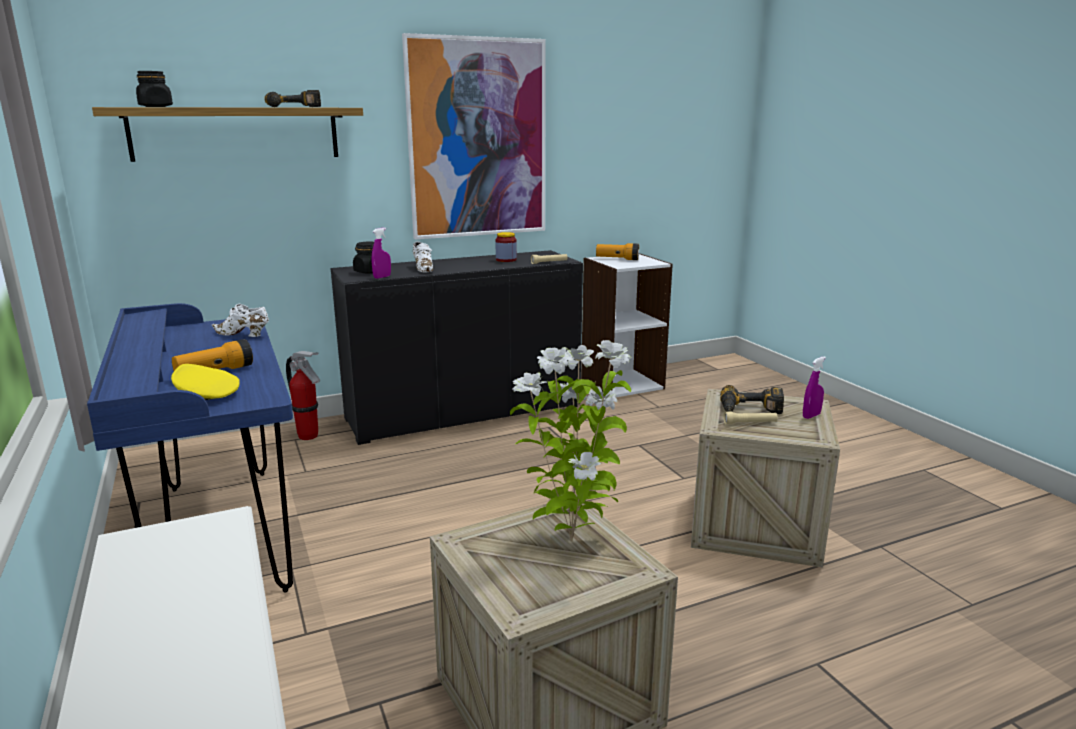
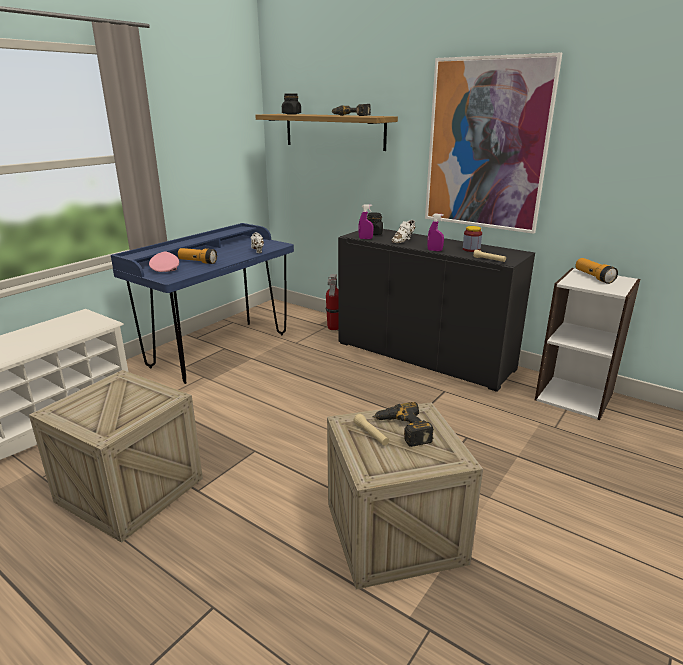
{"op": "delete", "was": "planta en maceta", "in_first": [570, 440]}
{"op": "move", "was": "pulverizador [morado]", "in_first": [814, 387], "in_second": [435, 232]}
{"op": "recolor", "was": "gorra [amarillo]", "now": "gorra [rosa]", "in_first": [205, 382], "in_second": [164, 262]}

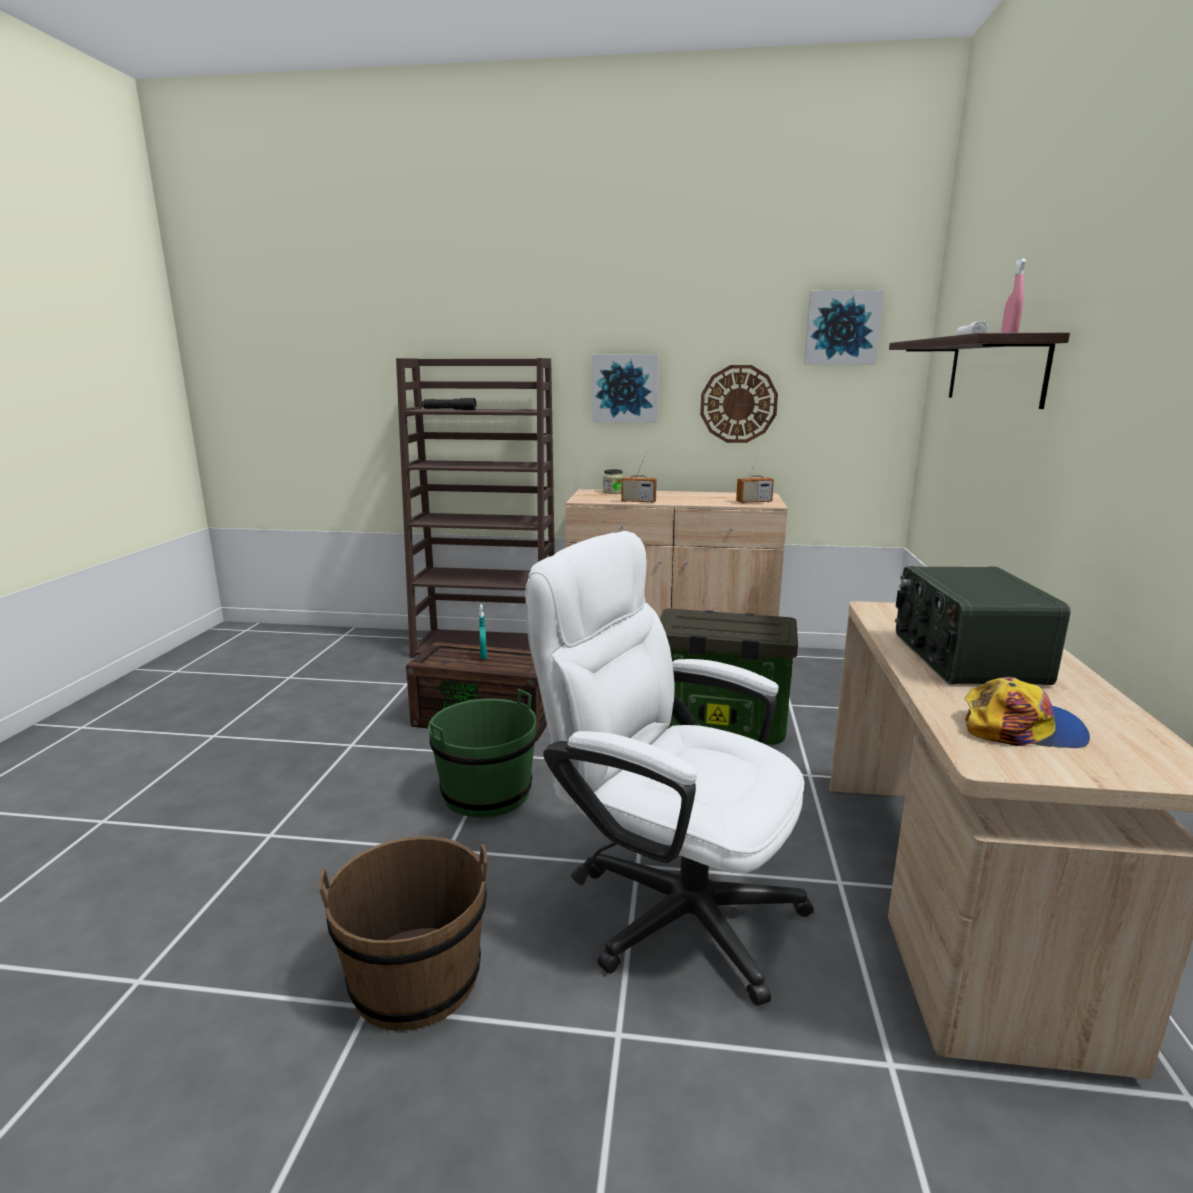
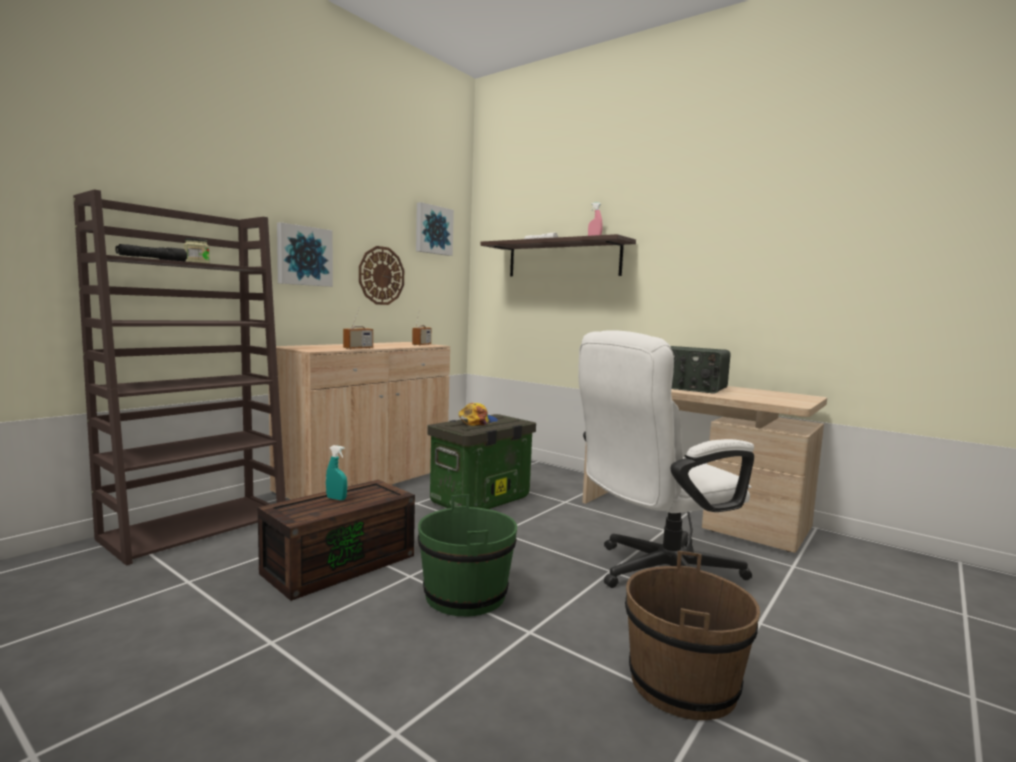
{"op": "move", "was": "tarro", "in_first": [613, 481], "in_second": [197, 251]}
{"op": "move", "was": "gorra", "in_first": [1027, 712], "in_second": [478, 414]}

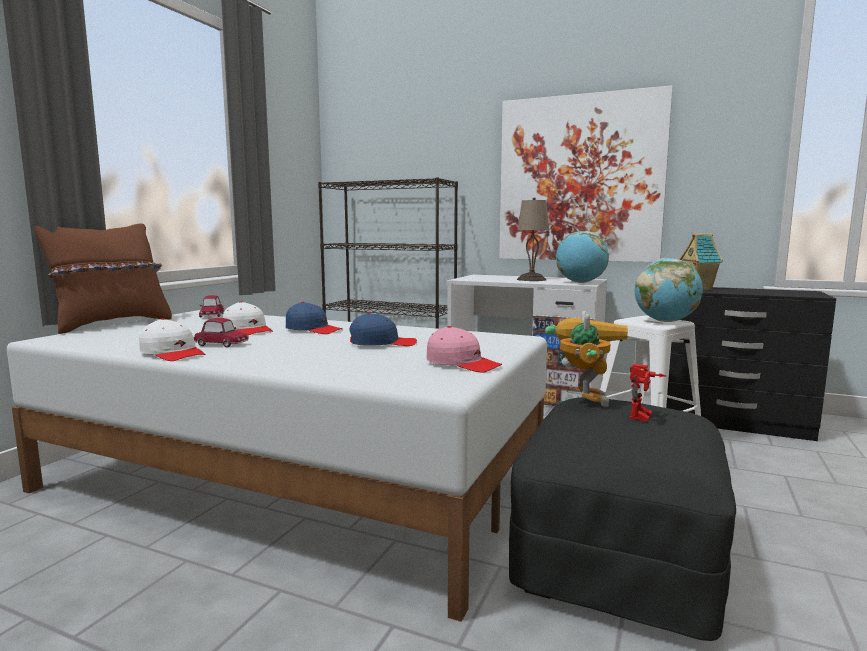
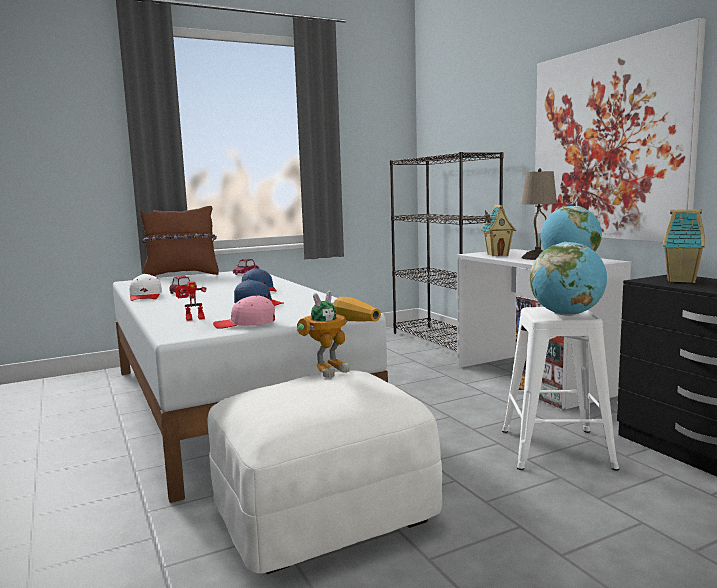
{"op": "delete", "was": "gorra [blanco]", "in_first": [248, 318]}
{"op": "rotate", "was": "gorra [rosa]", "in_first": [464, 349], "in_second": [244, 312], "clockwise": 105}
{"op": "move", "was": "robot de juguete", "in_first": [647, 393], "in_second": [191, 301]}
{"op": "recolor", "was": "puf [negro]", "now": "puf [blanco]", "in_first": [622, 519], "in_second": [324, 472]}
{"op": "insert", "now": "casita", "in_second": [498, 230]}

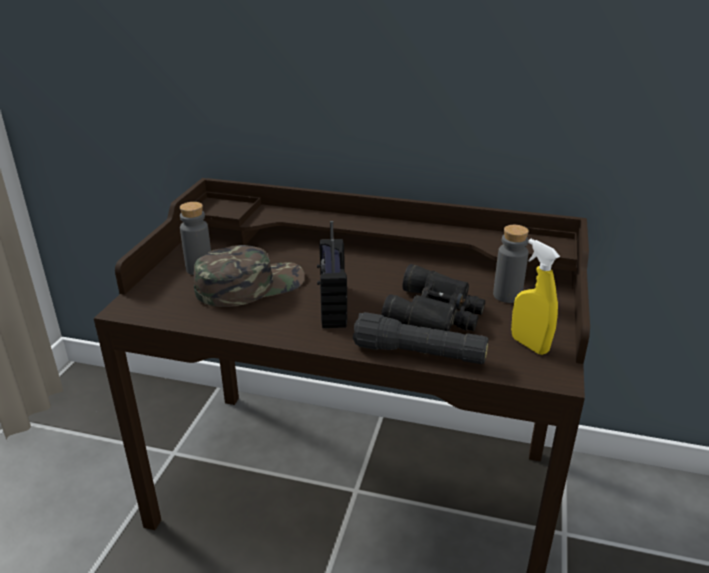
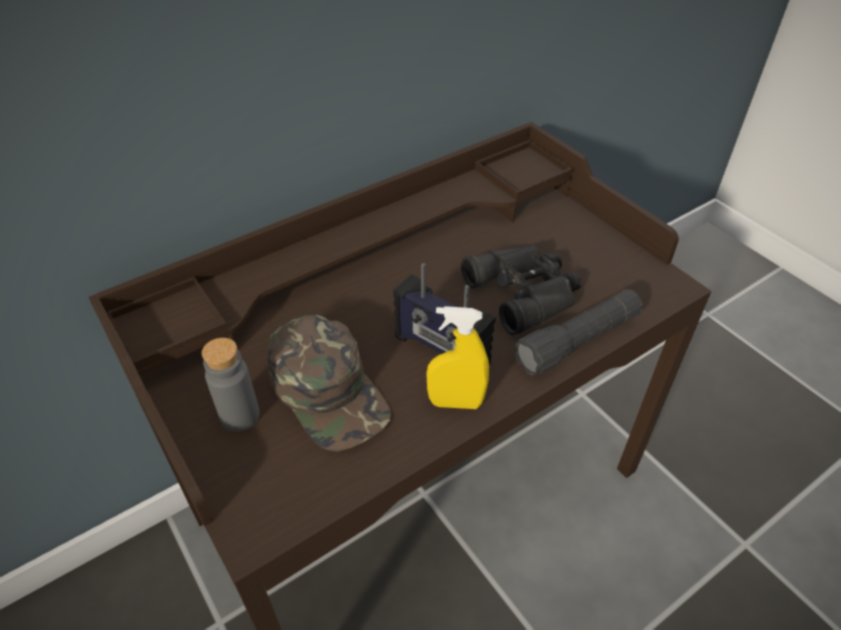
{"op": "delete", "was": "botella [gris]", "in_first": [511, 264]}
{"op": "move", "was": "pulverizador [amarillo]", "in_first": [535, 297], "in_second": [457, 357]}
{"op": "rotate", "was": "gorra [verde]", "in_first": [249, 276], "in_second": [329, 383], "clockwise": 135}

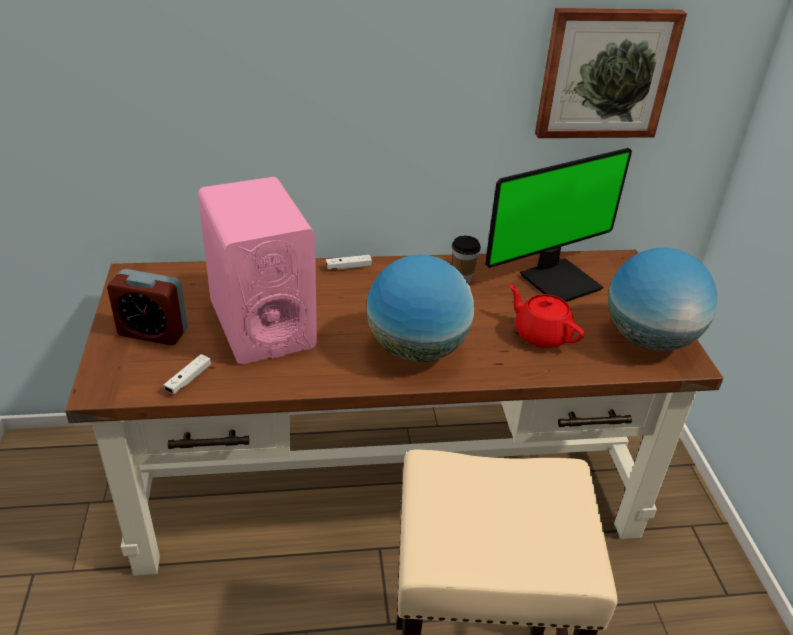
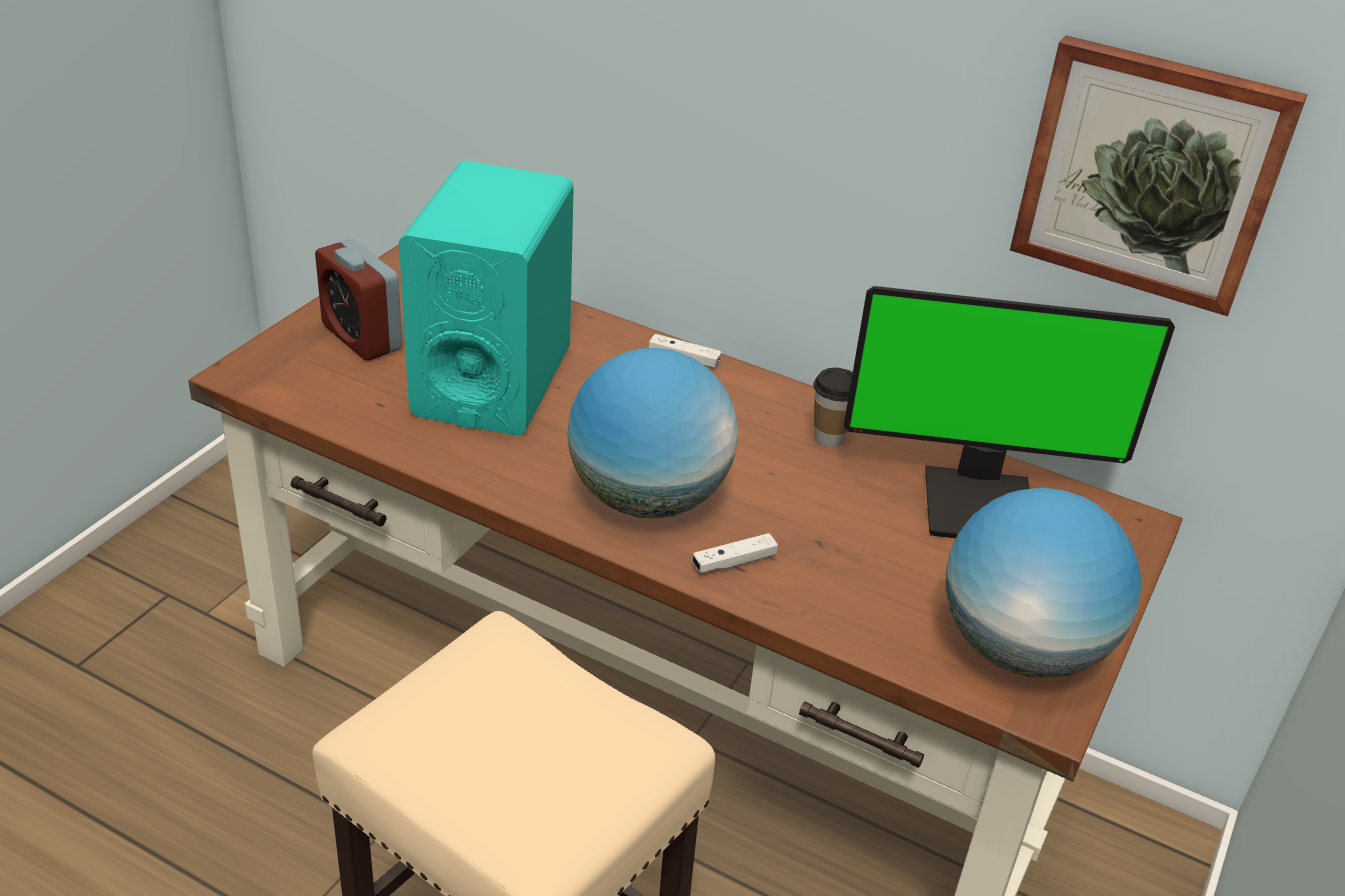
{"op": "recolor", "was": "altavoz [rosa]", "now": "altavoz [turquesa]", "in_first": [257, 270], "in_second": [486, 298]}
{"op": "delete", "was": "tetera [rojo]", "in_first": [546, 316]}
{"op": "move", "was": "mando de consola [blanco]", "in_first": [187, 374], "in_second": [735, 553]}

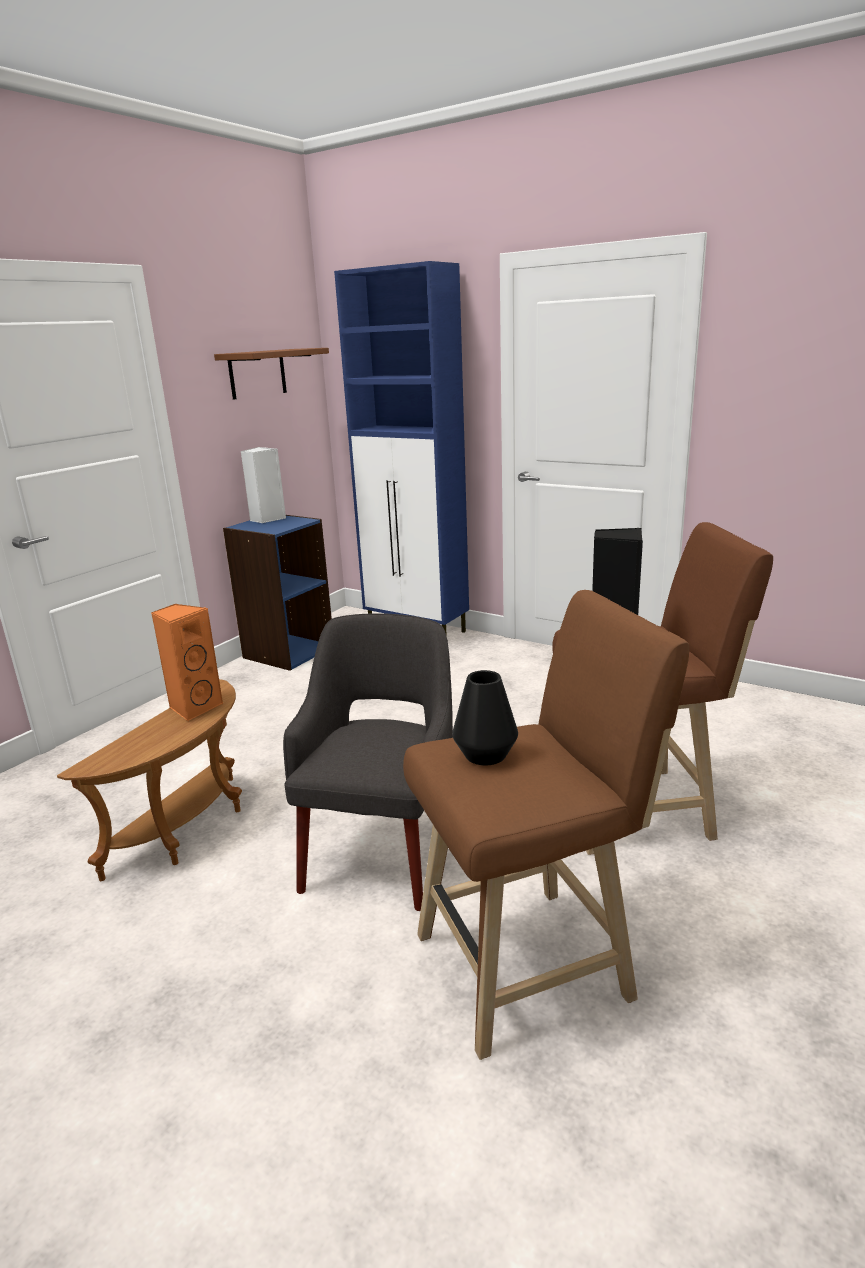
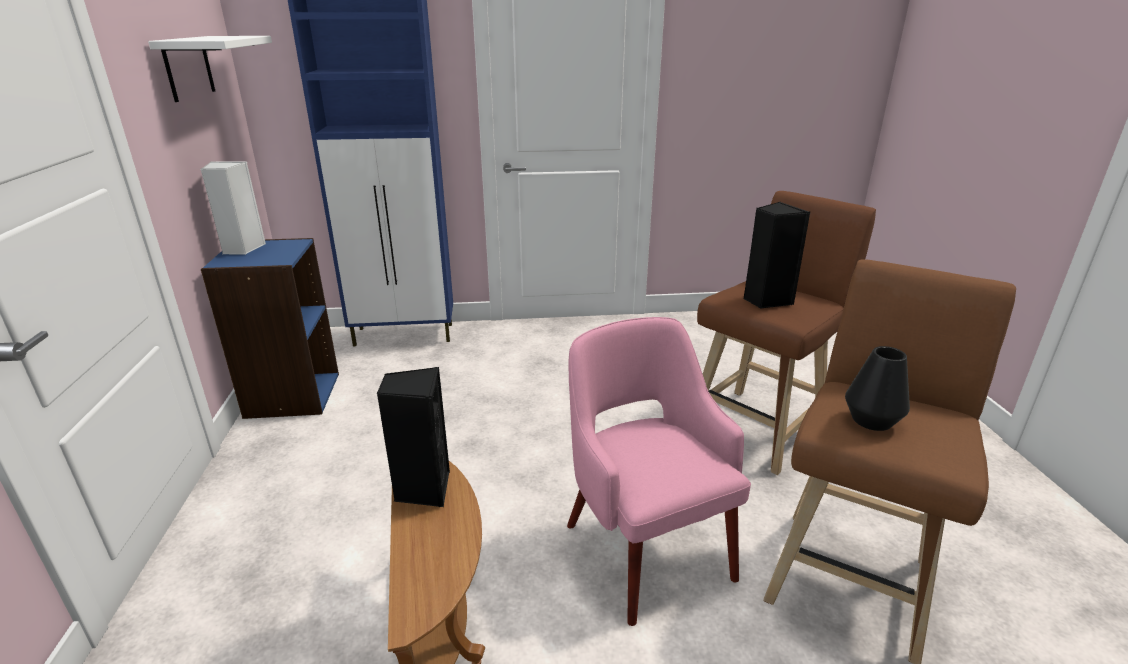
{"op": "recolor", "was": "estante [marrón]", "now": "estante [blanco]", "in_first": [271, 374], "in_second": [210, 69]}
{"op": "recolor", "was": "altavoz [naranja]", "now": "altavoz [negro]", "in_first": [187, 662], "in_second": [413, 437]}
{"op": "recolor", "was": "sillón [gris]", "now": "sillón [rosa]", "in_first": [368, 762], "in_second": [659, 471]}

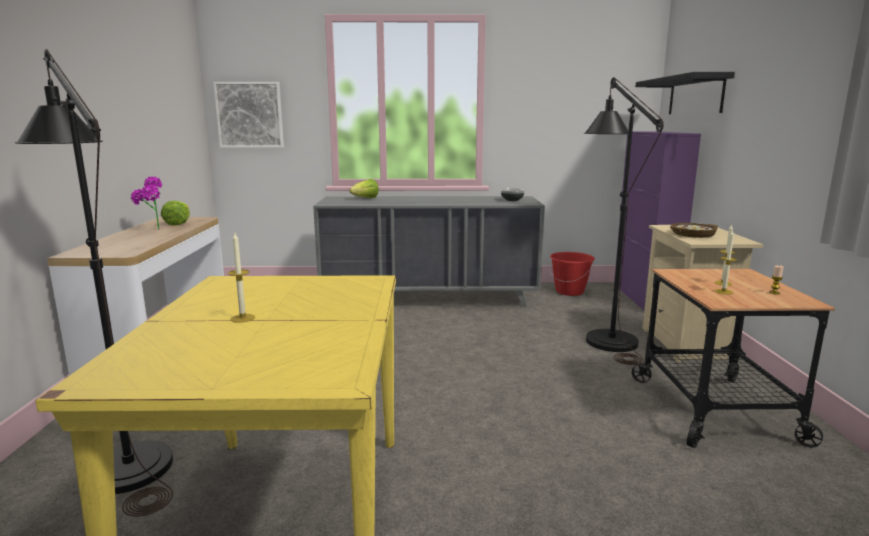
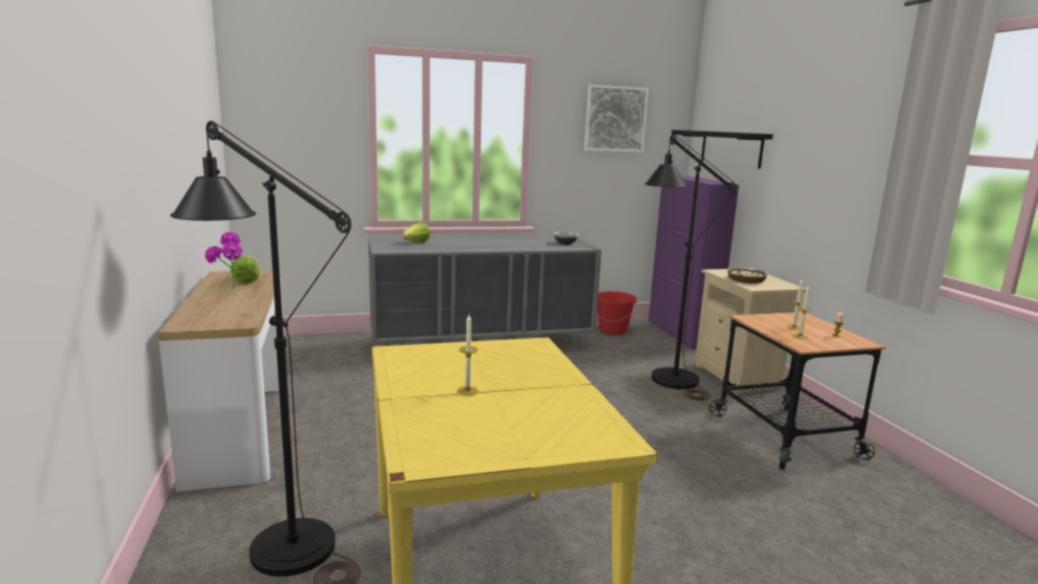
{"op": "move", "was": "cuadro", "in_first": [248, 115], "in_second": [616, 118]}

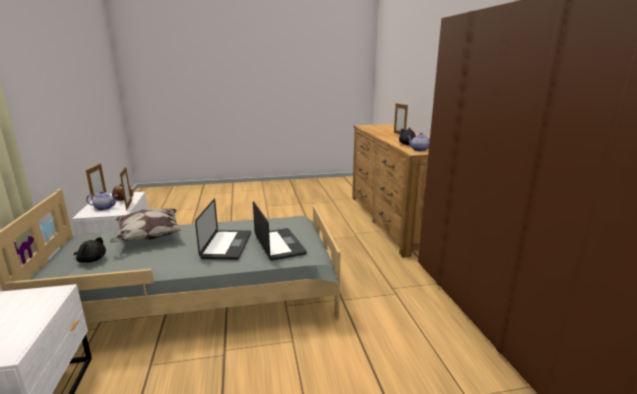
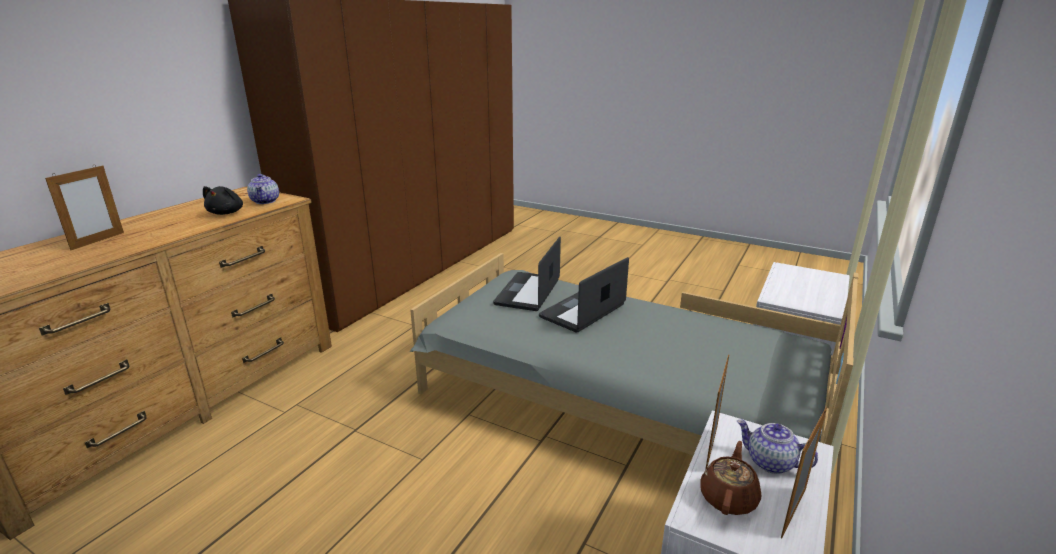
{"op": "delete", "was": "cojín", "in_first": [146, 225]}
{"op": "delete", "was": "peluche [negro]", "in_first": [90, 250]}

